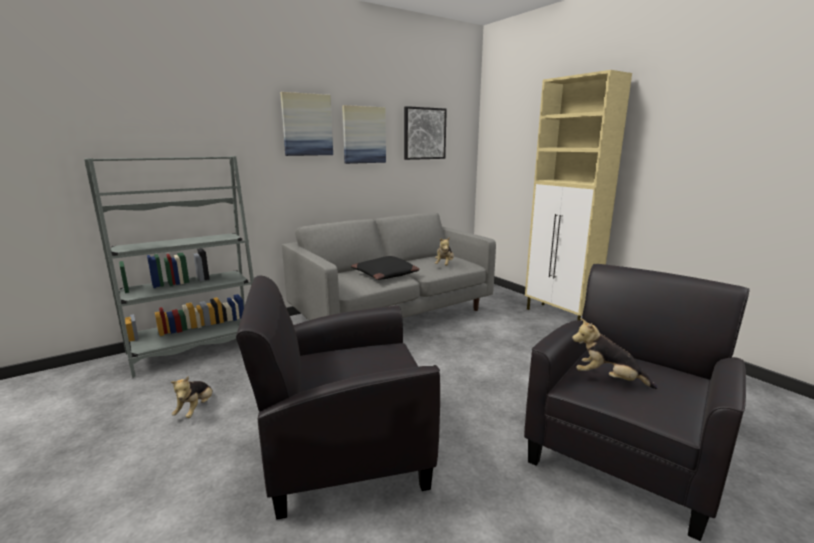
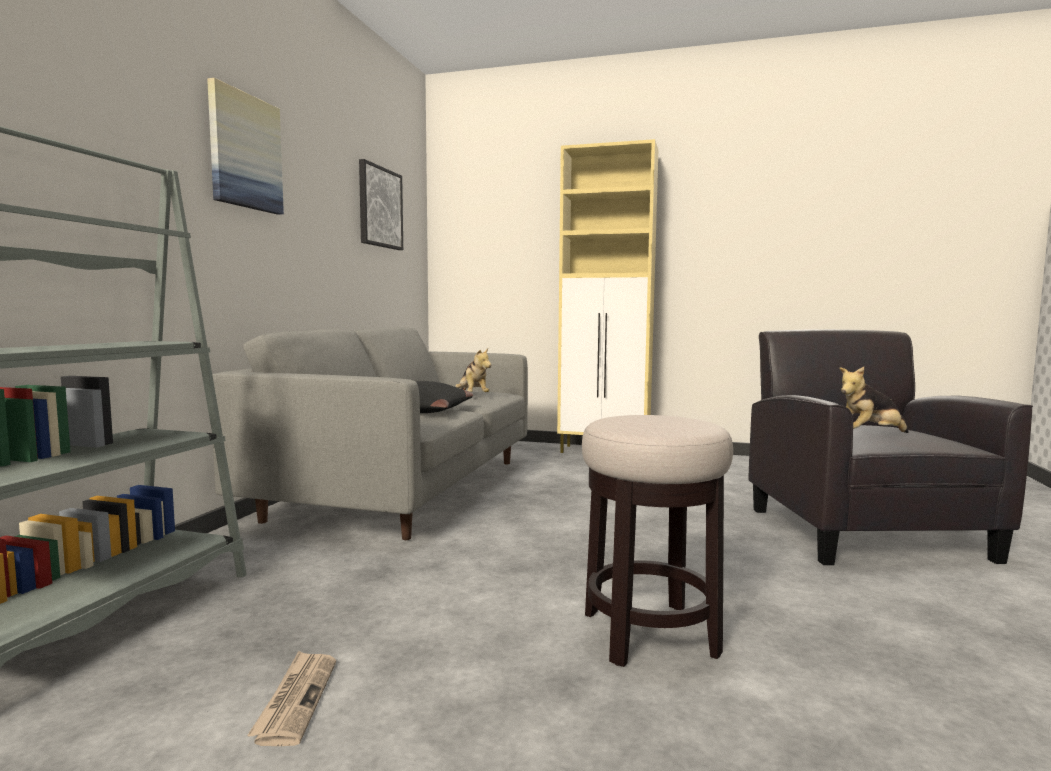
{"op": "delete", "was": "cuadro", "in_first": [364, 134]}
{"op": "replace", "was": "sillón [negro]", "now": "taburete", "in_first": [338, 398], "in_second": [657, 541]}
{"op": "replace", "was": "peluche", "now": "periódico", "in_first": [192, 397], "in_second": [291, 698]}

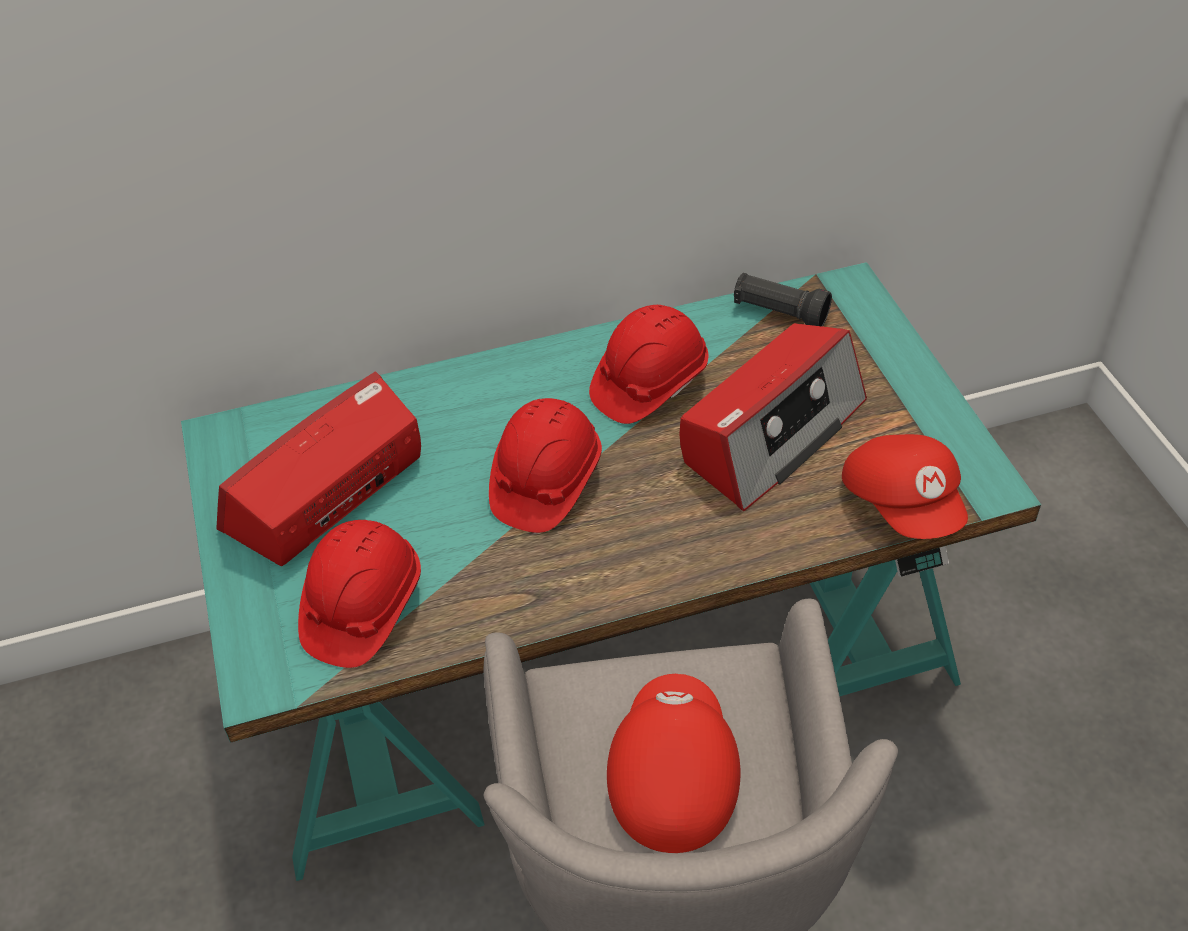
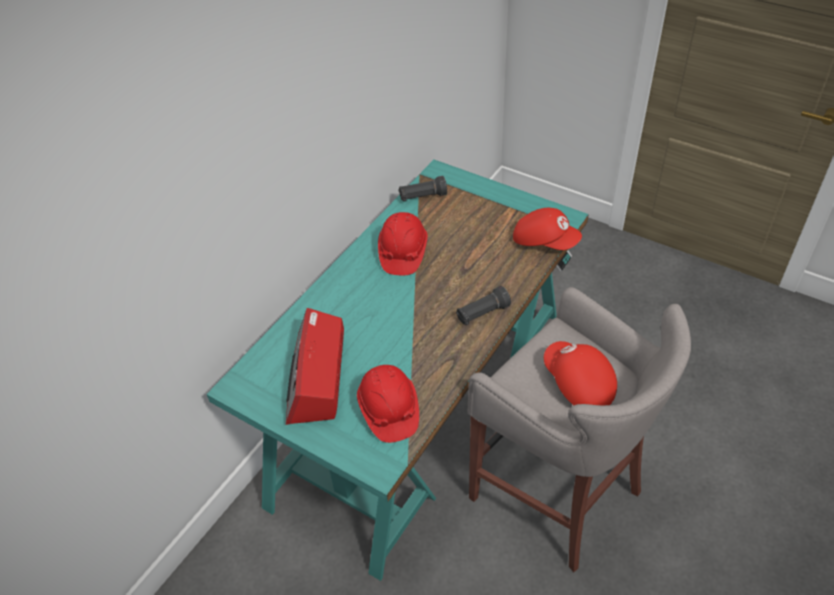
{"op": "delete", "was": "radio", "in_first": [773, 417]}
{"op": "delete", "was": "casco [rojo]", "in_first": [545, 465]}
{"op": "insert", "now": "linterna [negro]", "in_second": [483, 305]}

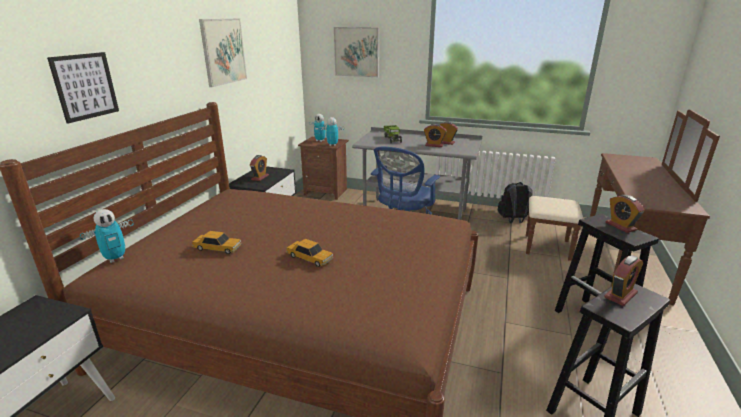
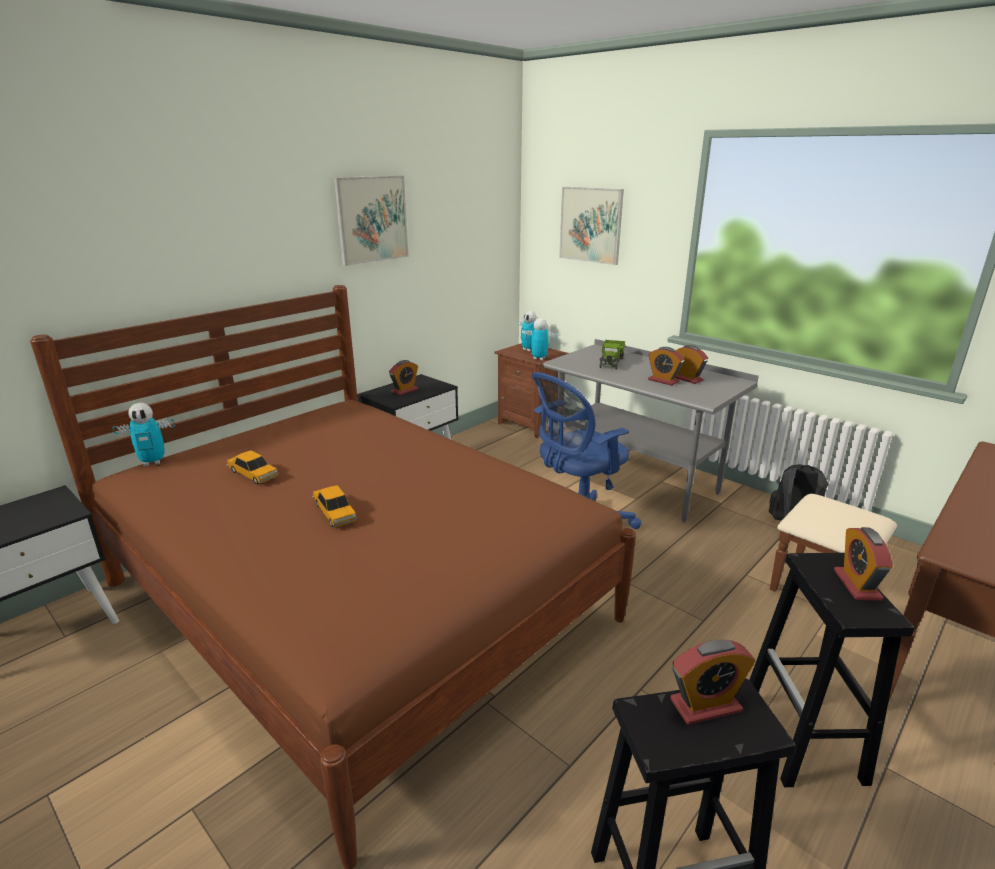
{"op": "delete", "was": "cuadro", "in_first": [83, 87]}

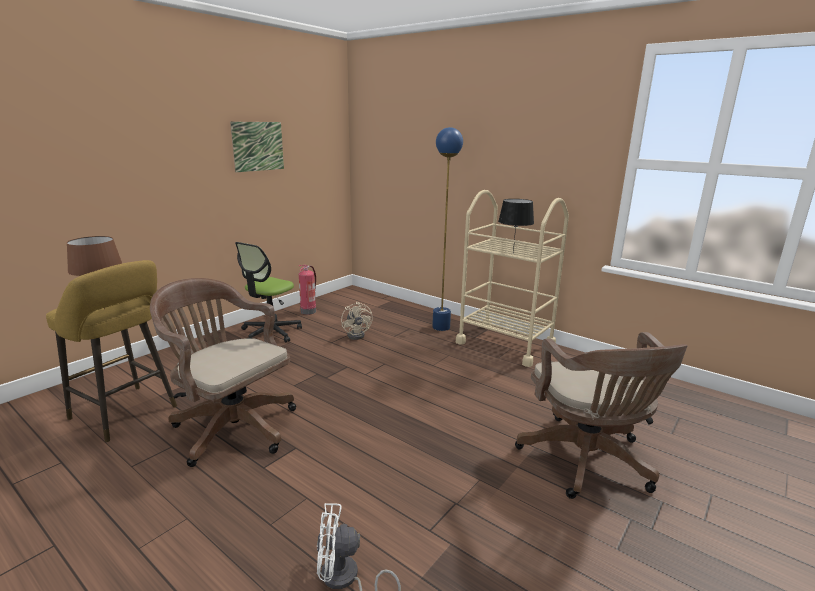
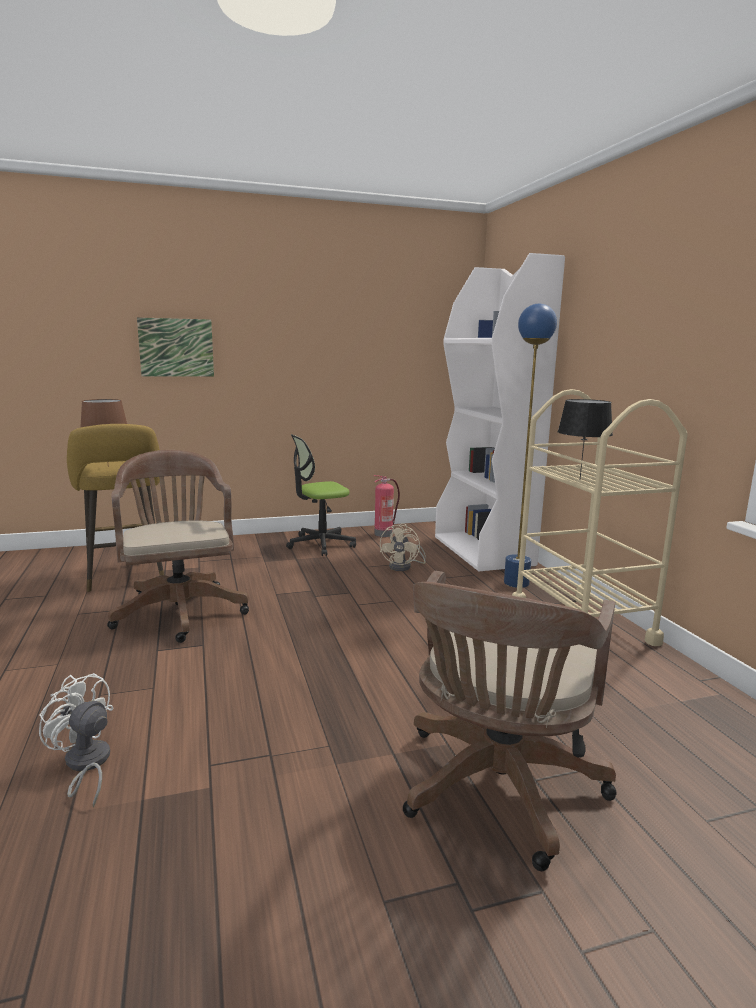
{"op": "move", "was": "cuadro", "in_first": [257, 146], "in_second": [175, 347]}
{"op": "insert", "now": "estantería [blanco]", "in_second": [500, 412]}

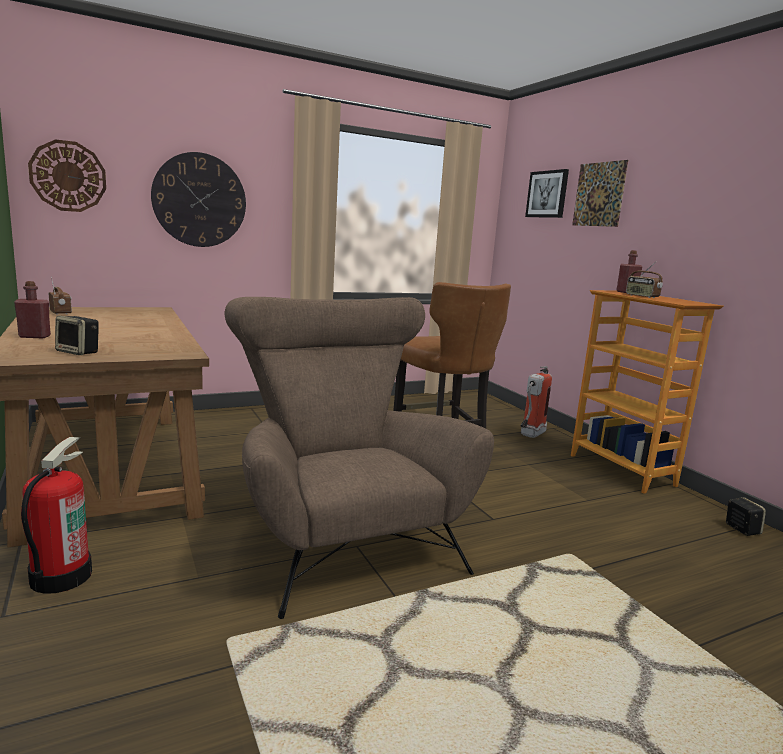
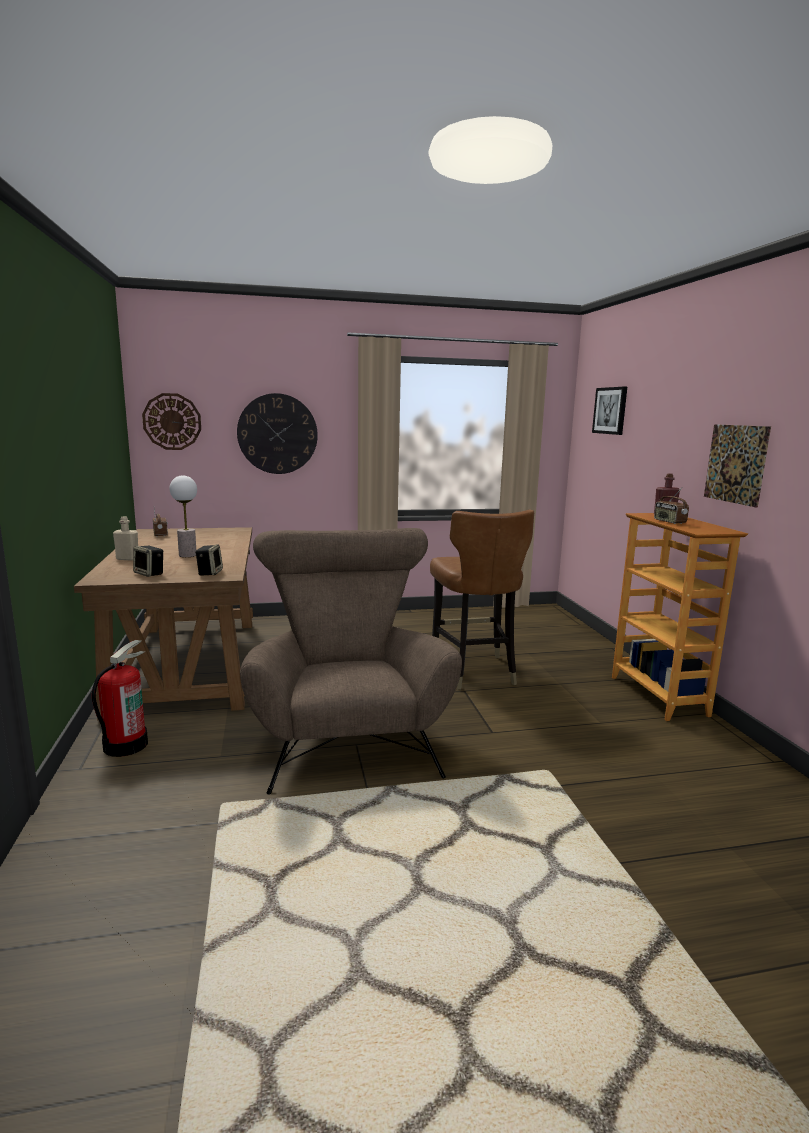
{"op": "move", "was": "cuadro", "in_first": [600, 193], "in_second": [737, 466]}
{"op": "recolor", "was": "botella [rojo]", "now": "botella [beis]", "in_first": [32, 309], "in_second": [125, 538]}
{"op": "delete", "was": "extintor", "in_first": [536, 402]}
{"op": "move", "was": "altavoz", "in_first": [746, 516], "in_second": [209, 560]}
{"op": "insert", "now": "lámpara de mesa", "in_second": [183, 516]}

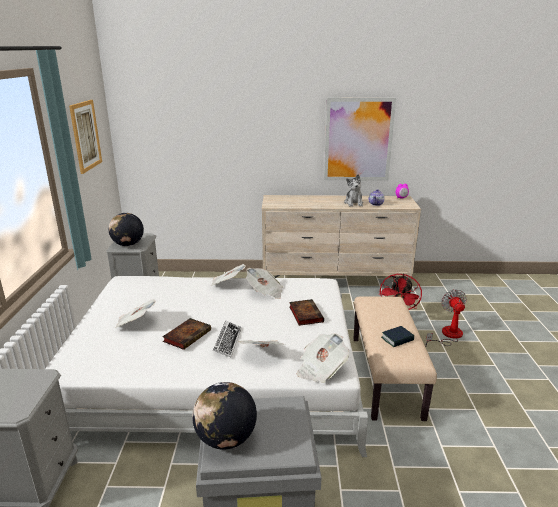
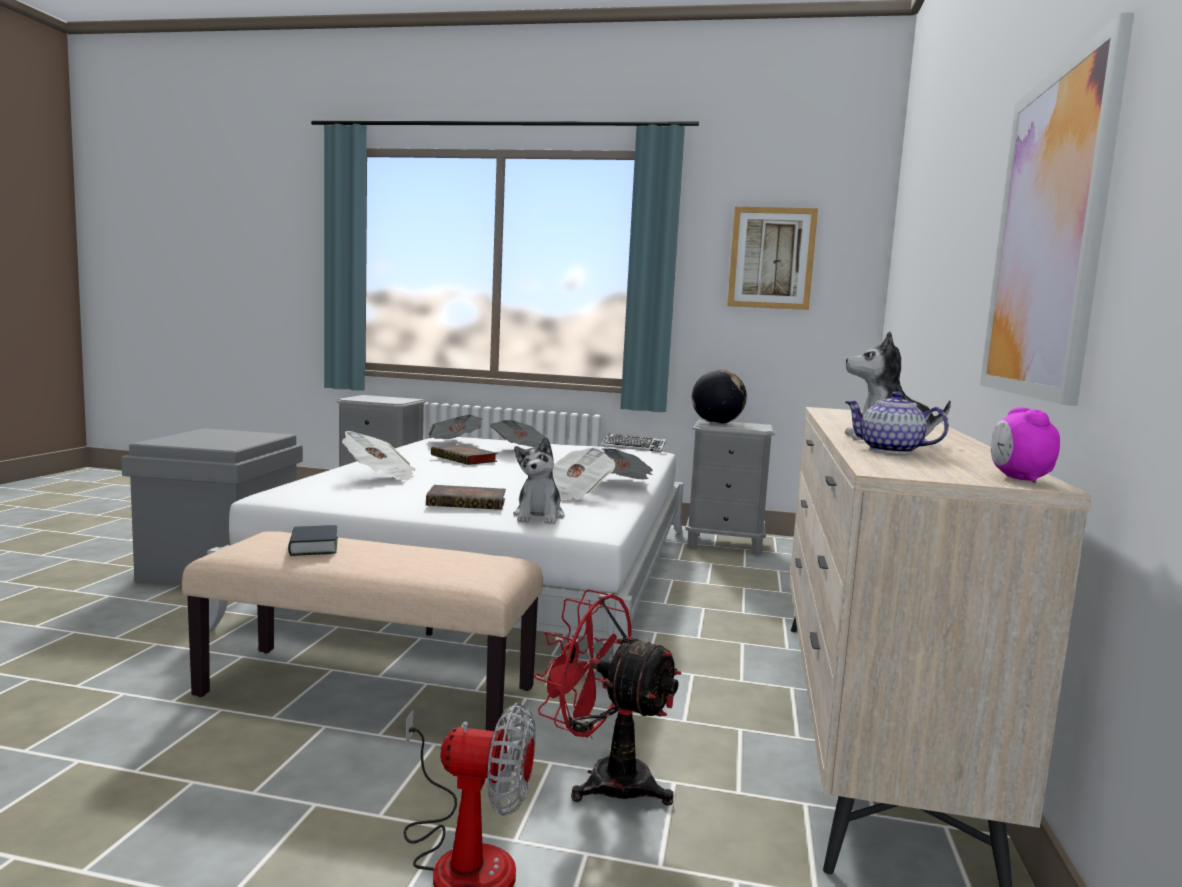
{"op": "move", "was": "teclado", "in_first": [227, 339], "in_second": [633, 442]}
{"op": "move", "was": "periódico", "in_first": [323, 358], "in_second": [455, 427]}
{"op": "delete", "was": "globo terráqueo", "in_first": [224, 416]}
{"op": "insert", "now": "peluche", "in_second": [539, 480]}

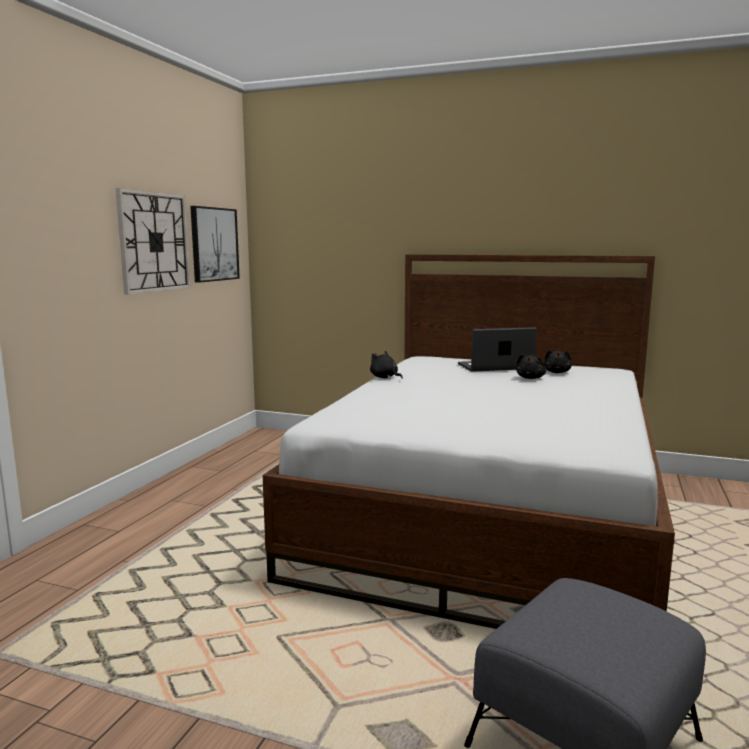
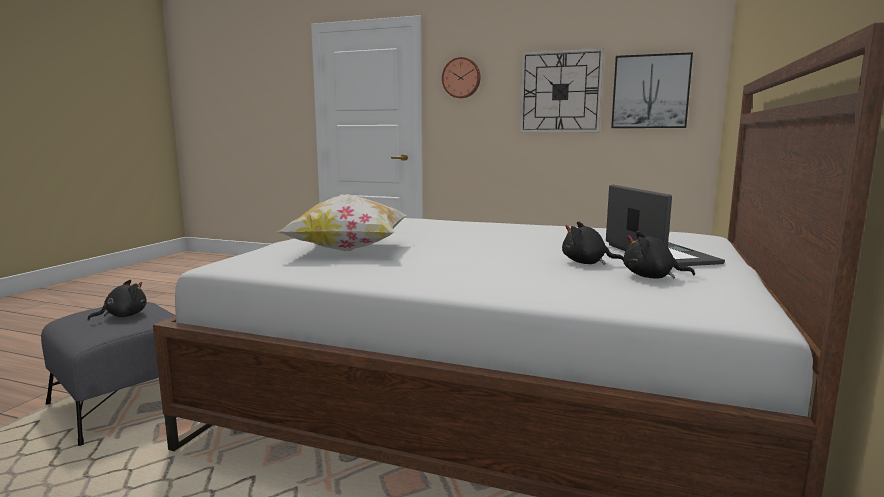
{"op": "move", "was": "peluche [negro]", "in_first": [386, 365], "in_second": [117, 300]}
{"op": "insert", "now": "reloj de pared", "in_second": [461, 77]}
{"op": "insert", "now": "cojín", "in_second": [342, 222]}

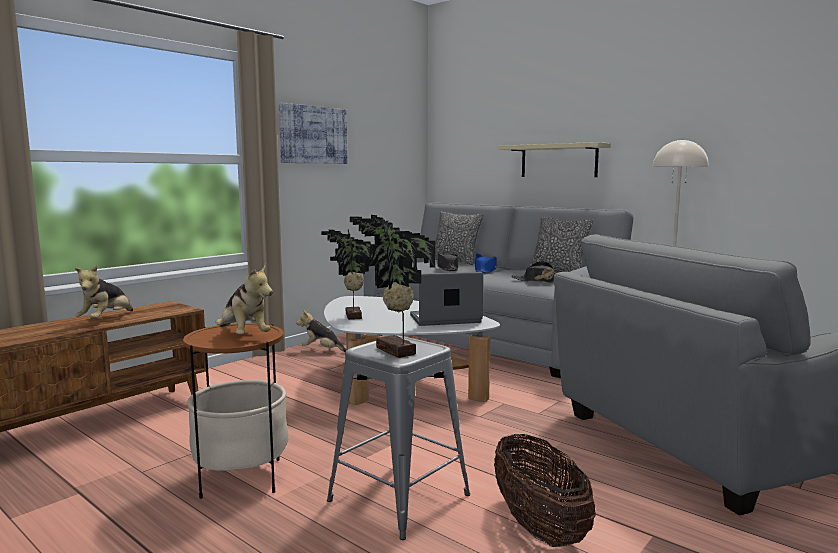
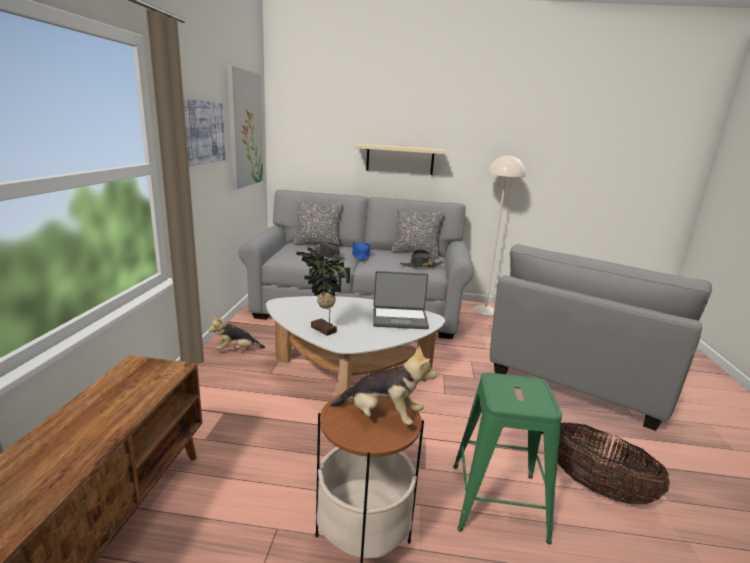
{"op": "delete", "was": "planta en maceta", "in_first": [393, 286]}
{"op": "delete", "was": "peluche", "in_first": [104, 292]}
{"op": "rotate", "was": "portátil", "in_first": [446, 299], "in_second": [401, 300], "clockwise": -135}
{"op": "recolor", "was": "taburete [gris]", "now": "taburete [verde]", "in_first": [398, 438], "in_second": [507, 458]}
{"op": "insert", "now": "cuadro", "in_second": [245, 127]}

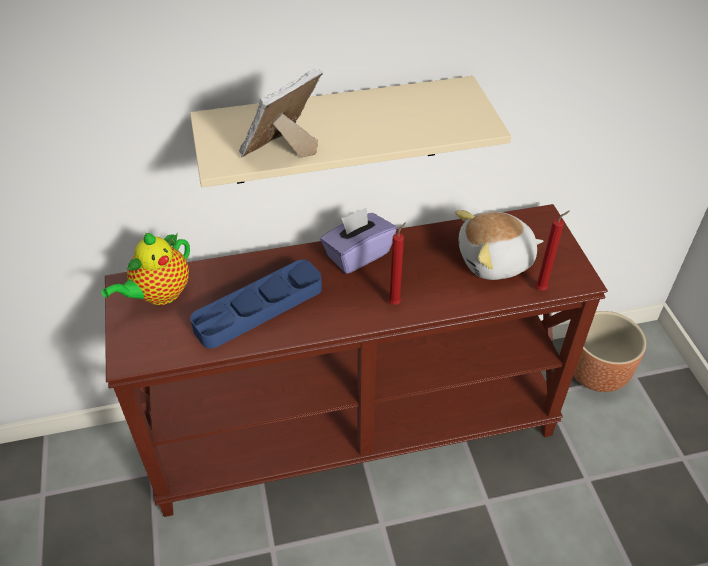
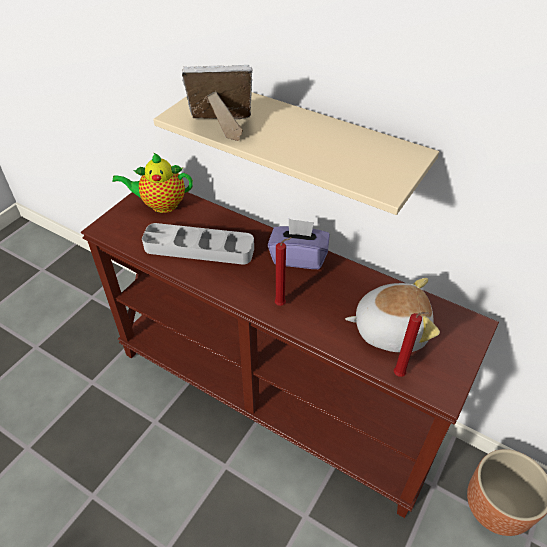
{"op": "rotate", "was": "peluche", "in_first": [499, 245], "in_second": [392, 315], "clockwise": 150}
{"op": "recolor", "was": "bandeja [azul]", "now": "bandeja [gris]", "in_first": [256, 304], "in_second": [198, 244]}

